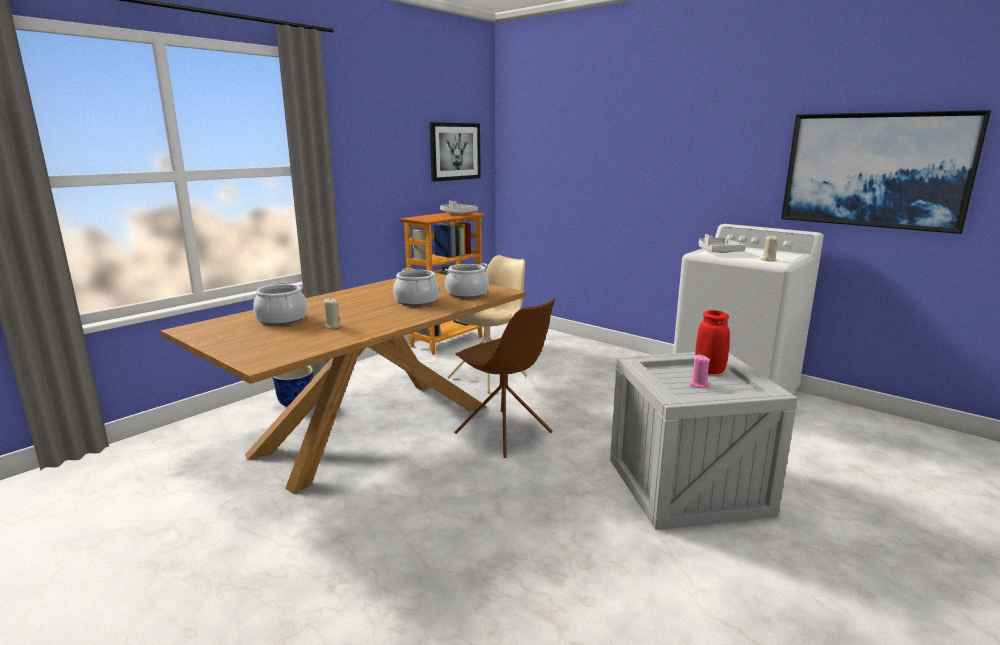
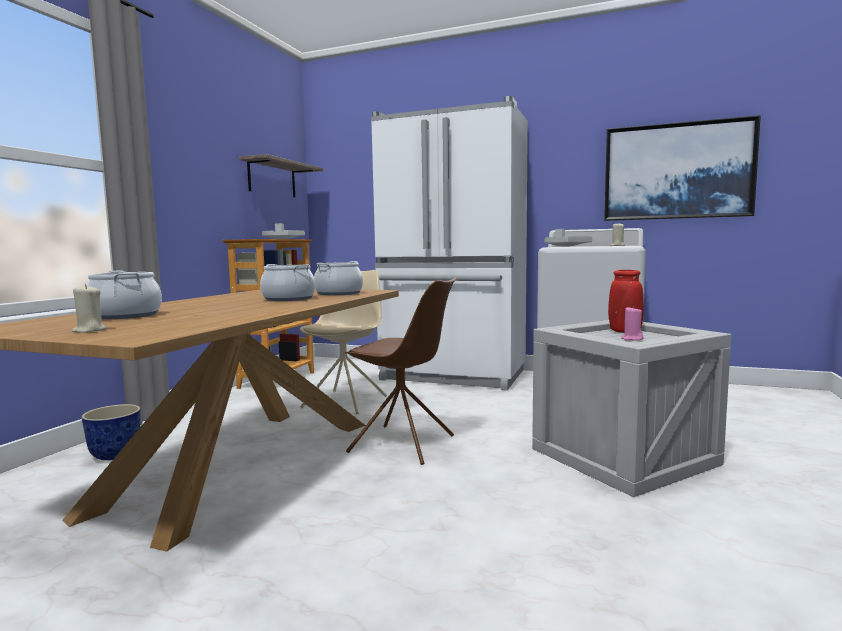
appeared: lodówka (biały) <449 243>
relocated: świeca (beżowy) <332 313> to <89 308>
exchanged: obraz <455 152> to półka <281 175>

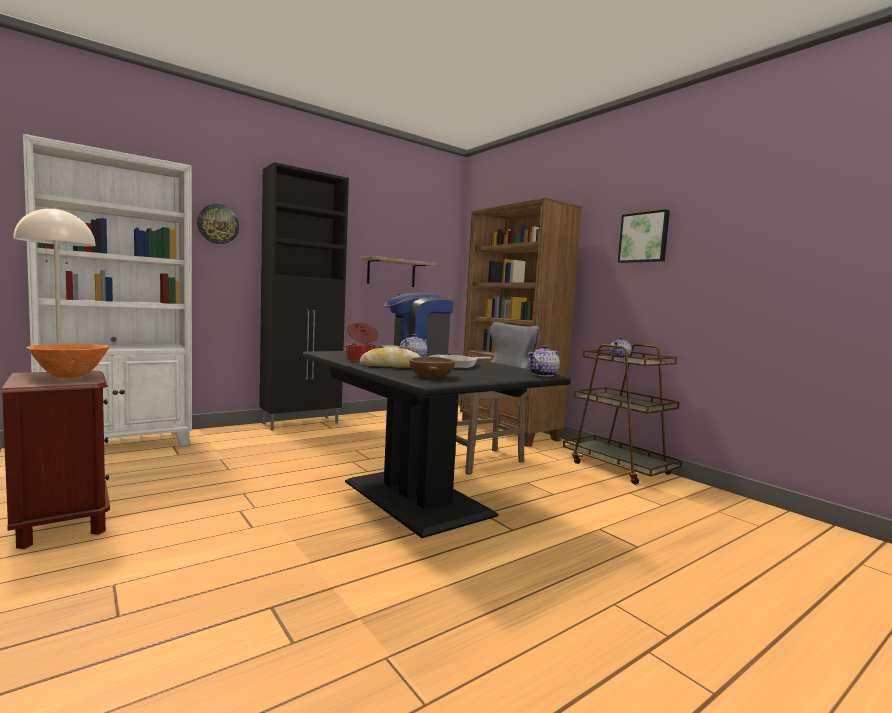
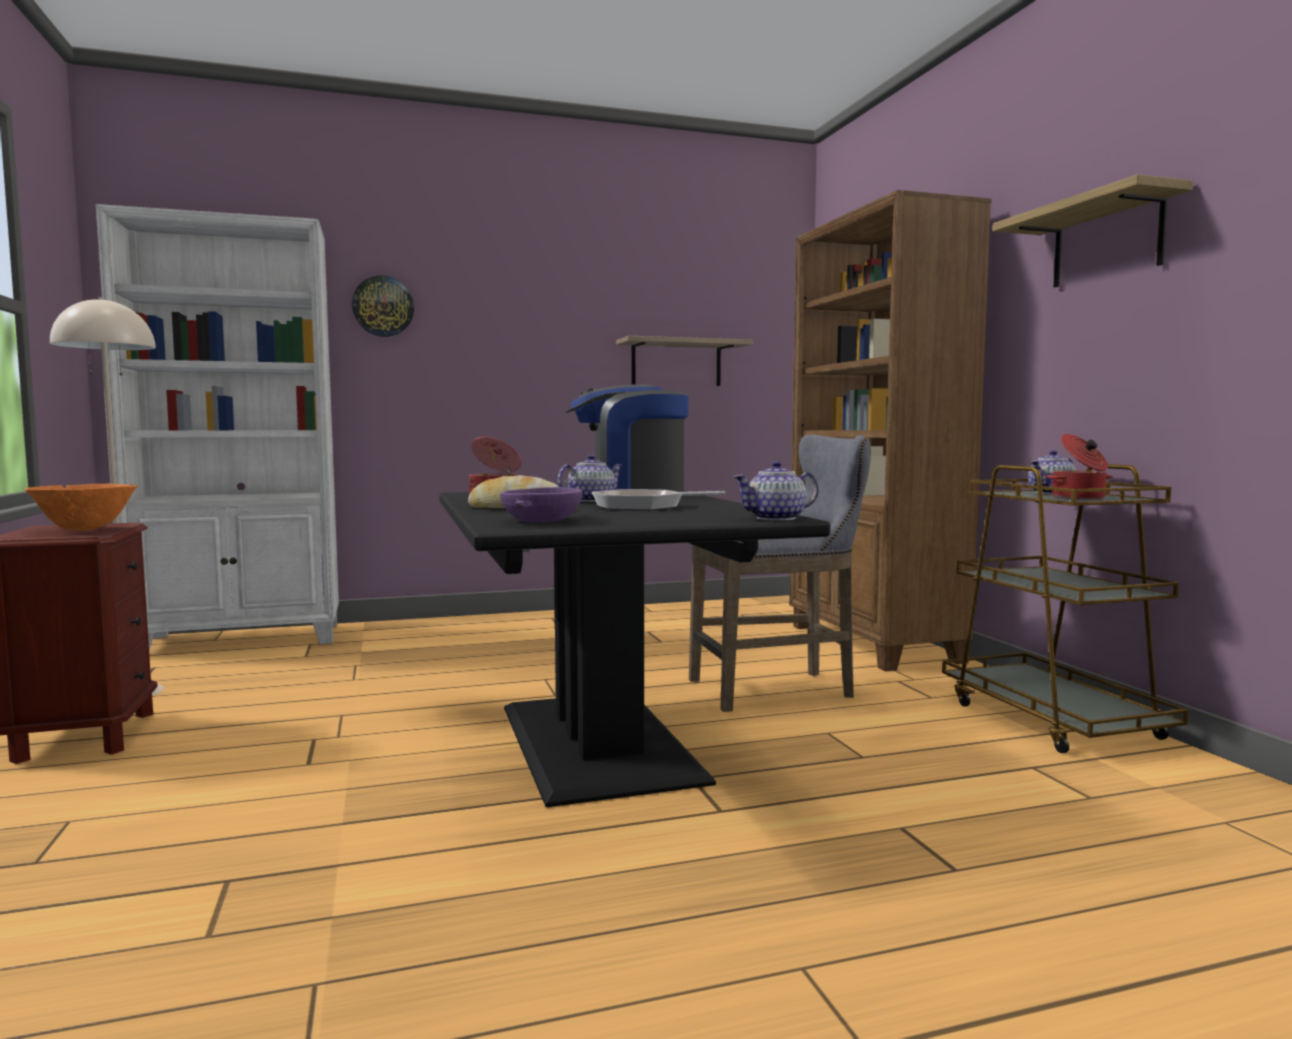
missing: szafka (czarny) <304 296>
appeared: garnek <1080 467>
exchanged: obraz <644 236> to półka <1093 230>
colour: miska (brązowy) <432 367> to miska (fioletowy) <541 504>

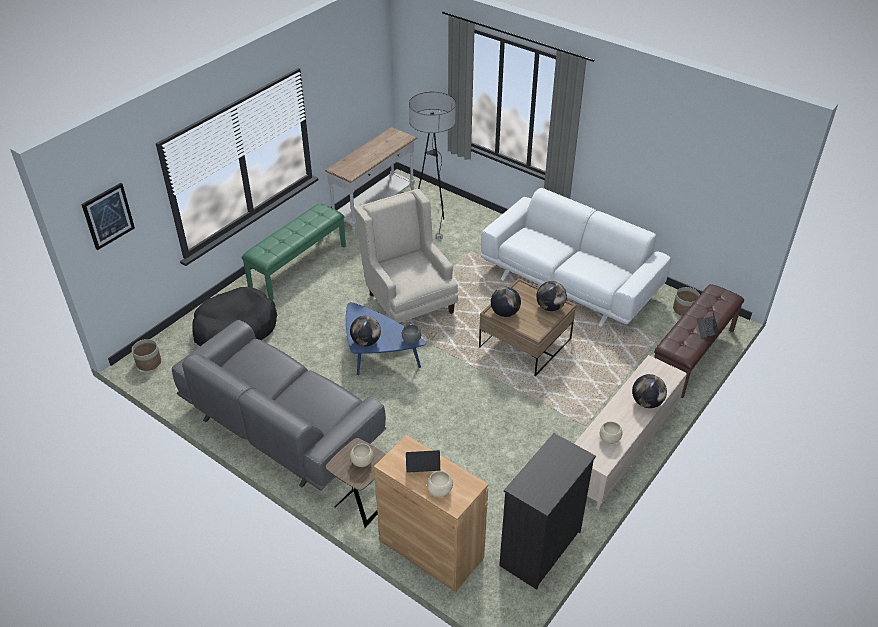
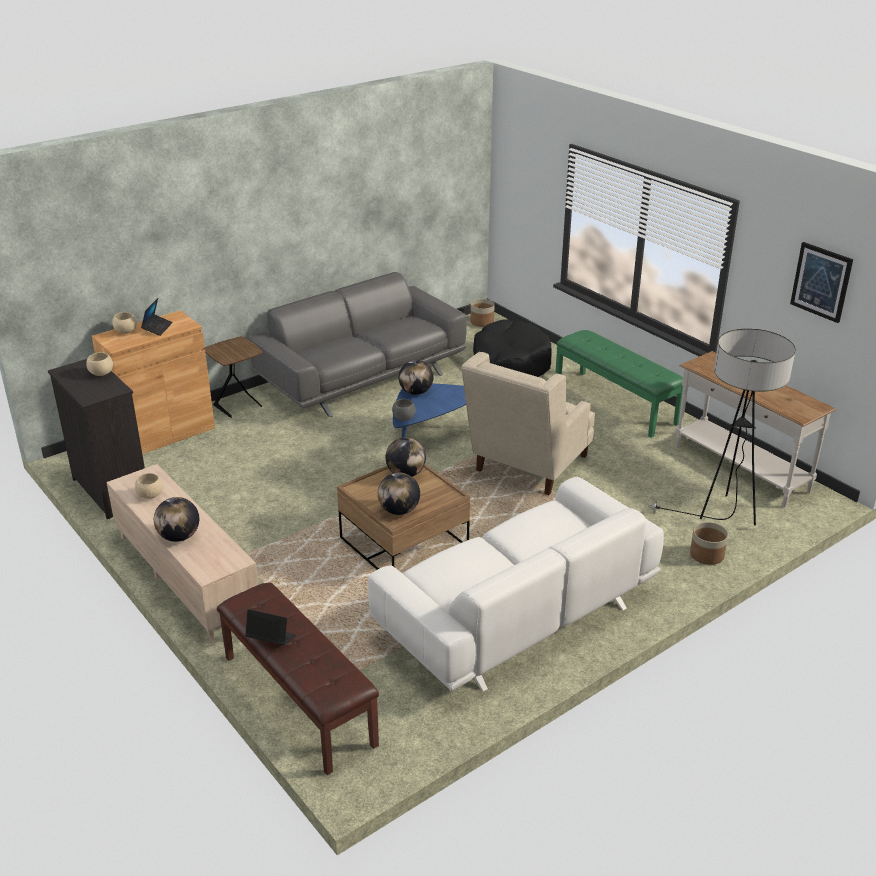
relocated: miska (beżowy) <362 455> to <99 364>; donica <686 301> to <709 543>; obraz <108 216> to <821 282>
spun: fotel (beżowy) <406 256> = <528 423> 135 degrees clockwise

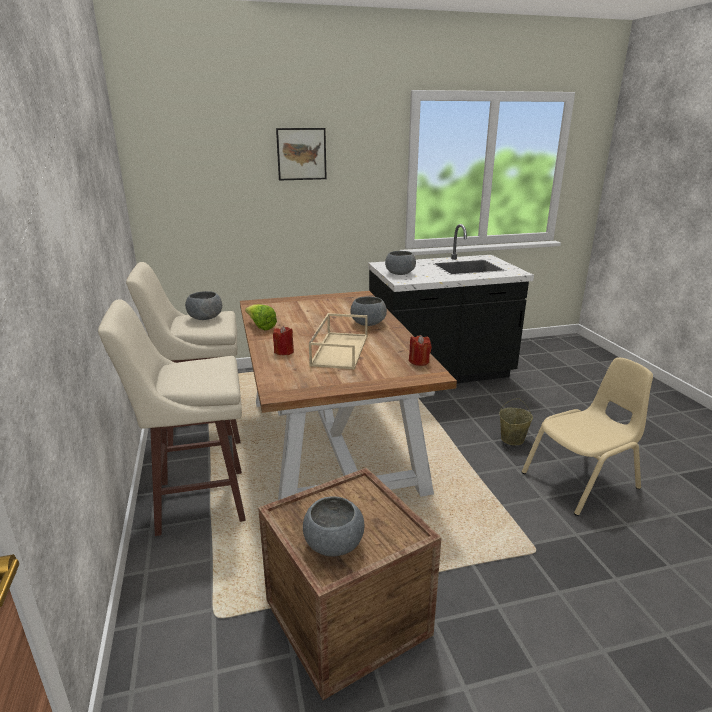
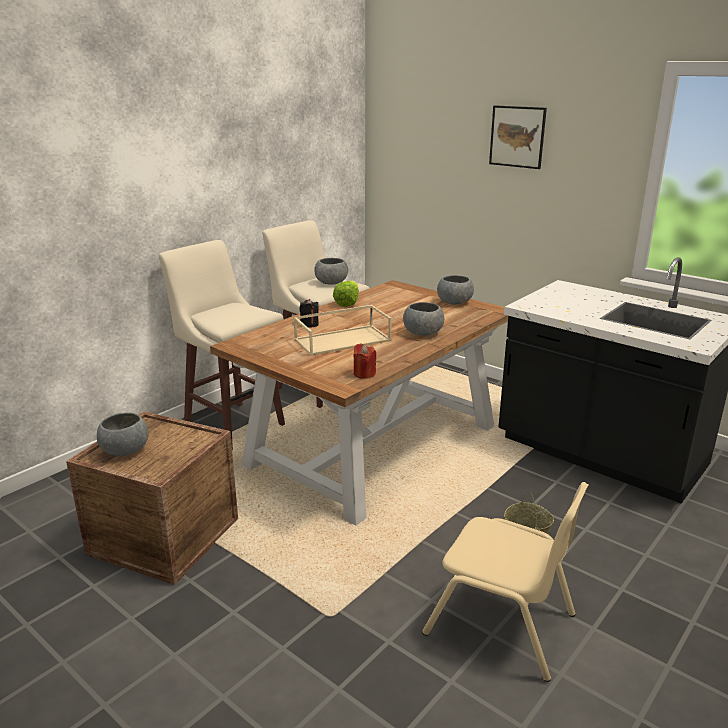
relocated: miska (szary) <400 263> to <455 289>
colour: świeca (czerwony) <283 340> to świeca (czarny) <309 313>

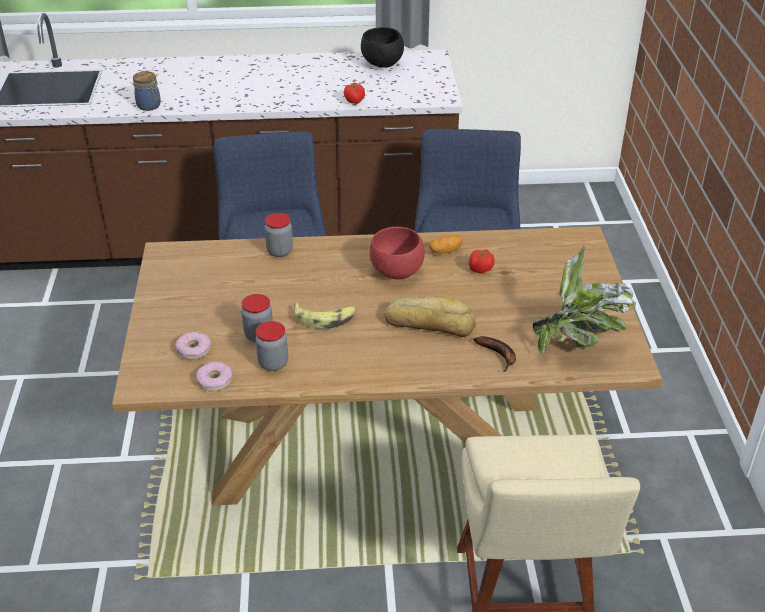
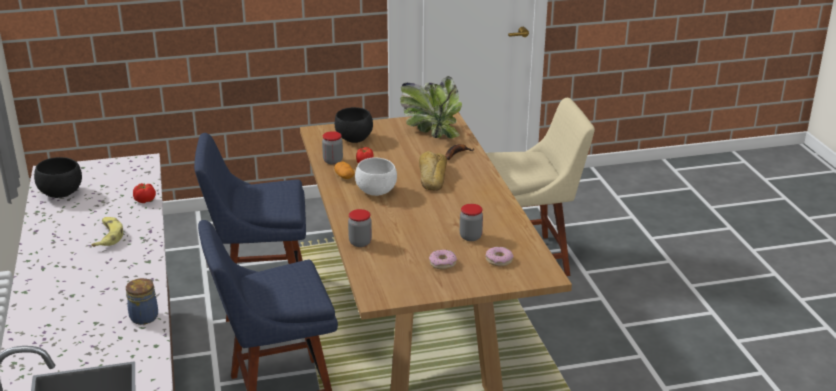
appeared: miska (czarny) <354 125>
relocated: banan <325 315> to <107 232>; słoik <271 346> to <332 148>; donut <214 376> to <443 259>
colour: miska (czerwony) <397 253> to miska (biały) <376 176>

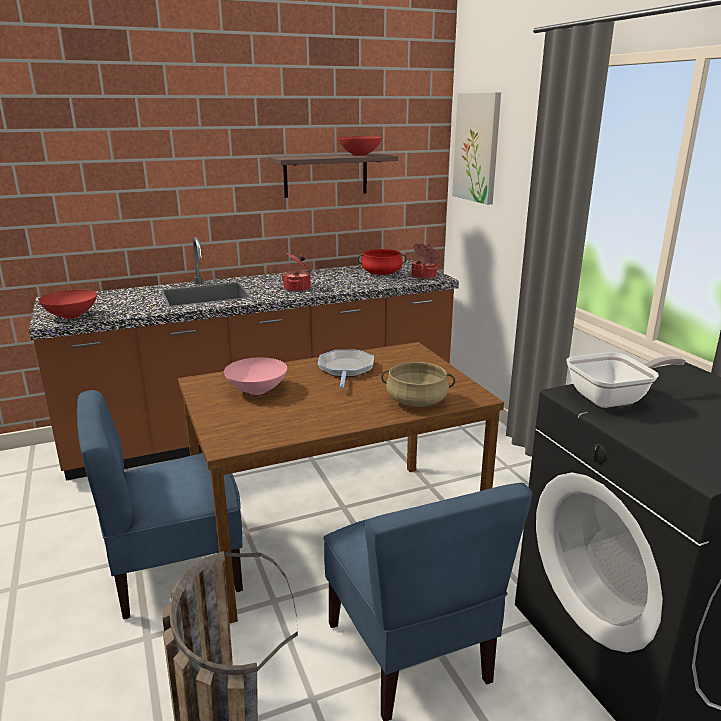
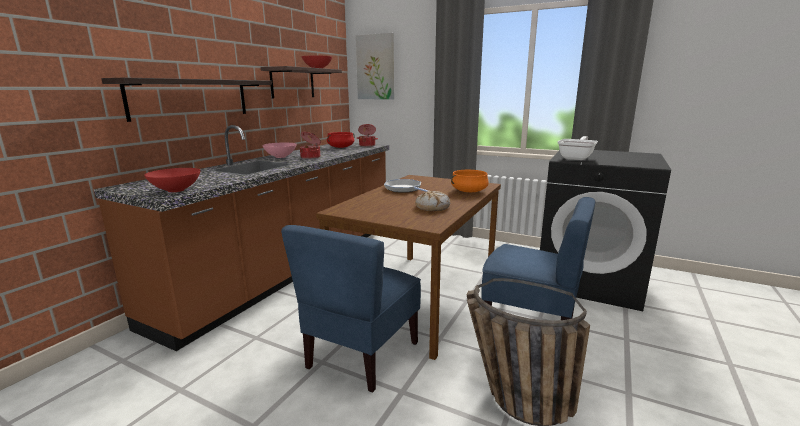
appeared: półka <186 100>; chleb <432 201>
relocated: miska (różowy) <255 376> to <279 150>
colour: garnek (beżowy) <418 384> to garnek (pomarańczowy) <470 181>

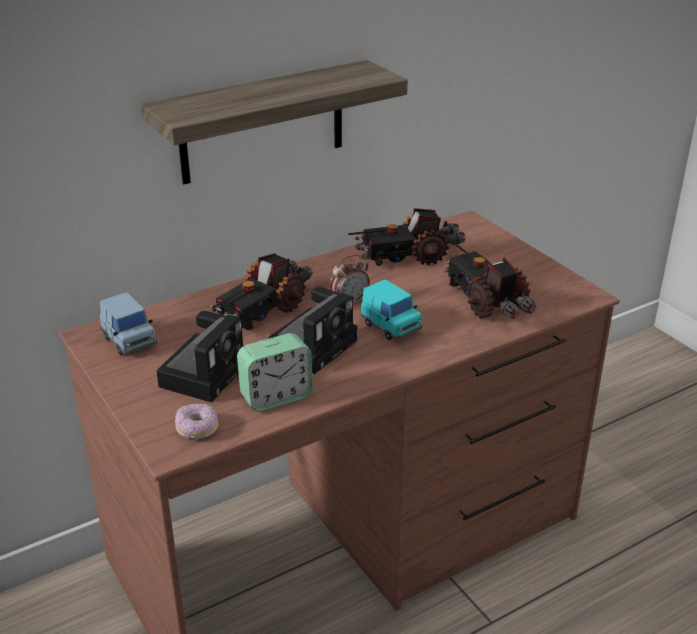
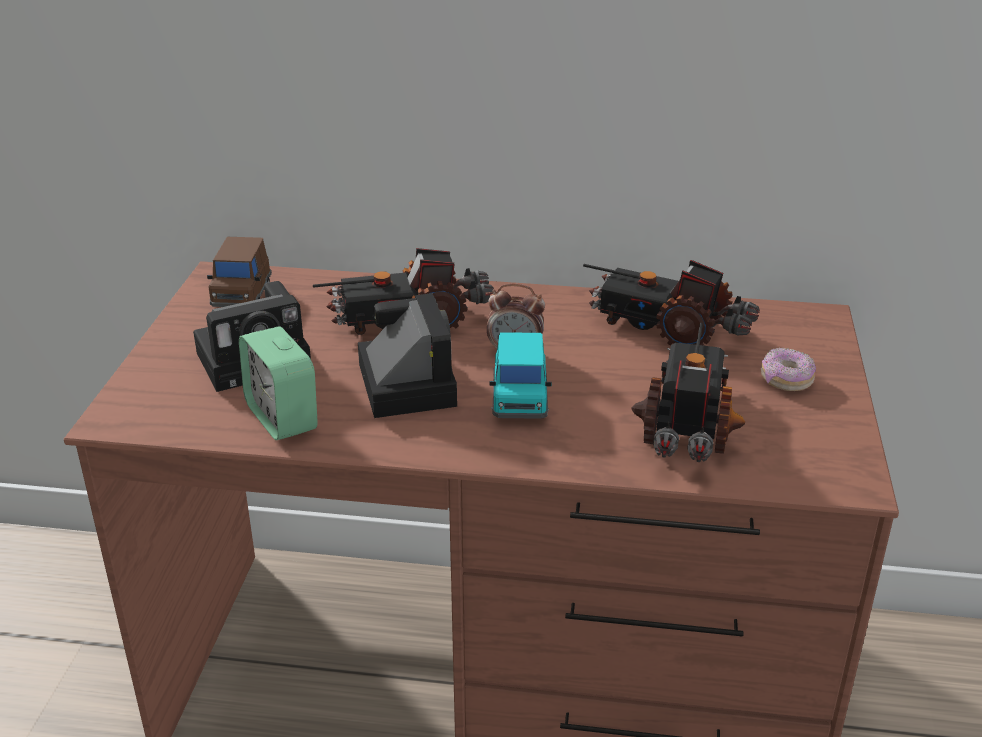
missing: półka <274 122>
relocated: donut <196 421> to <788 369>
colour: samochodzik (niebieski) <128 324> to samochodzik (brązowy) <239 272>
spun: budzik <275 372> = <278 383> 45 degrees clockwise; aparat fotograficzny <312 330> = <407 355> 90 degrees counterclockwise

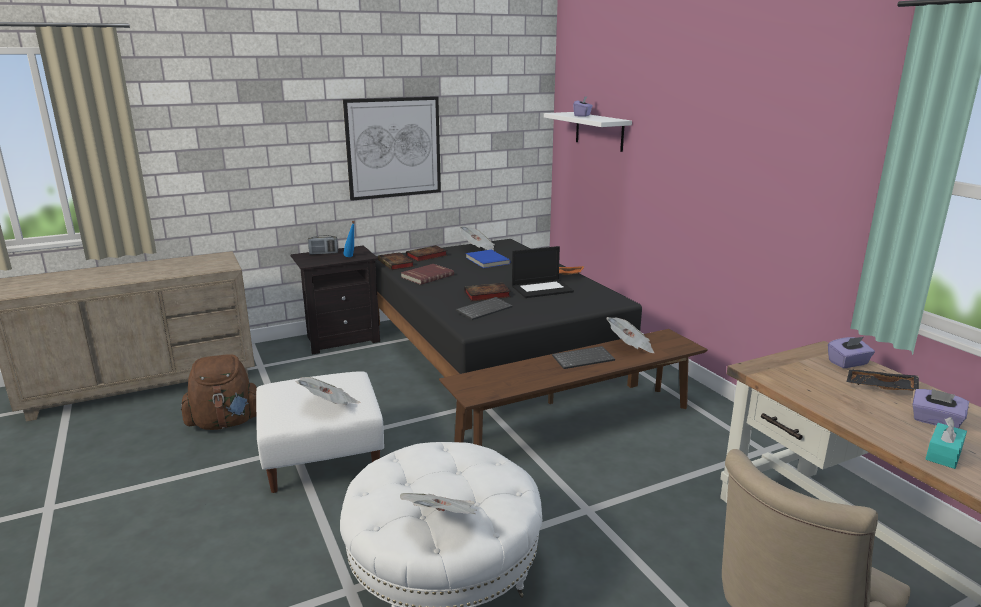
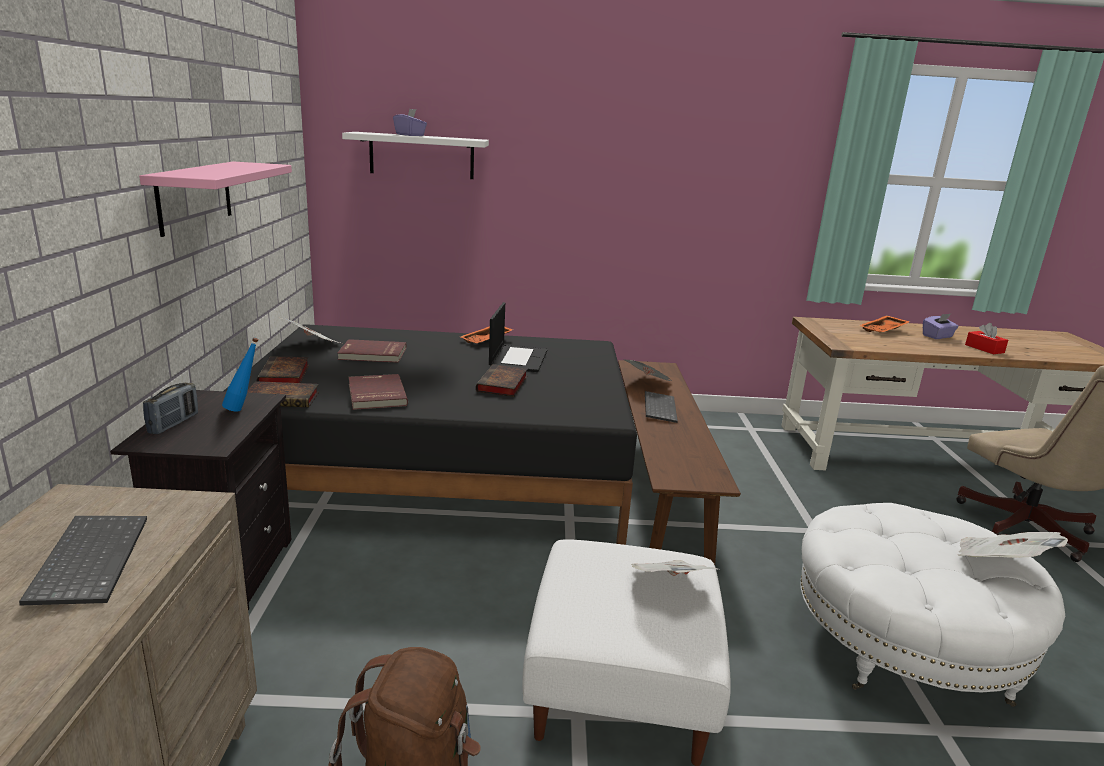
missing: pudełko chusteczek (fioletowy) <851 352>
relocated: klawiatura <484 308> to <83 560>
exchanged: obraz <392 148> to półka (różowy) <215 199>
colour: książka (niebieski) <488 259> to książka (czerwony) <371 351>; taca (czarny) <882 380> to taca (pomarańczowy) <884 324>; pudełko chusteczek (turkusowy) <946 443> to pudełko chusteczek (czerwony) <986 338>

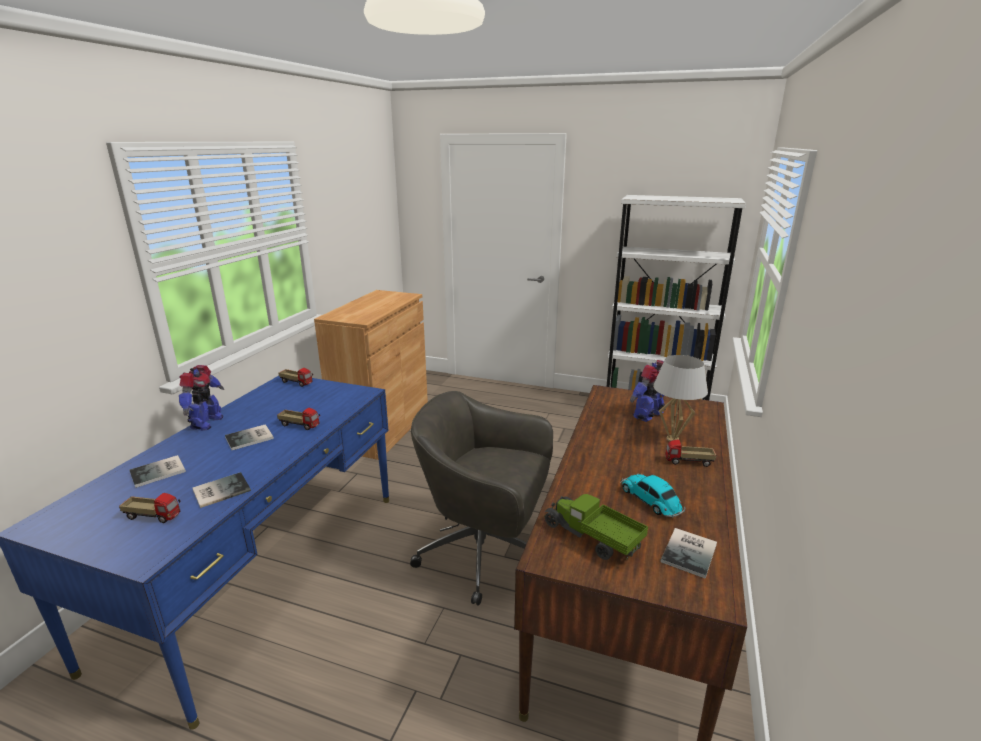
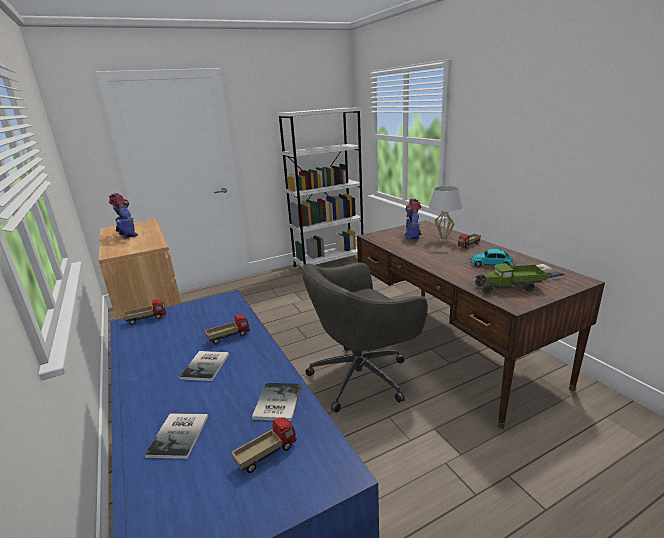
relocated: robot zabawkowy <201 398> to <123 216>

